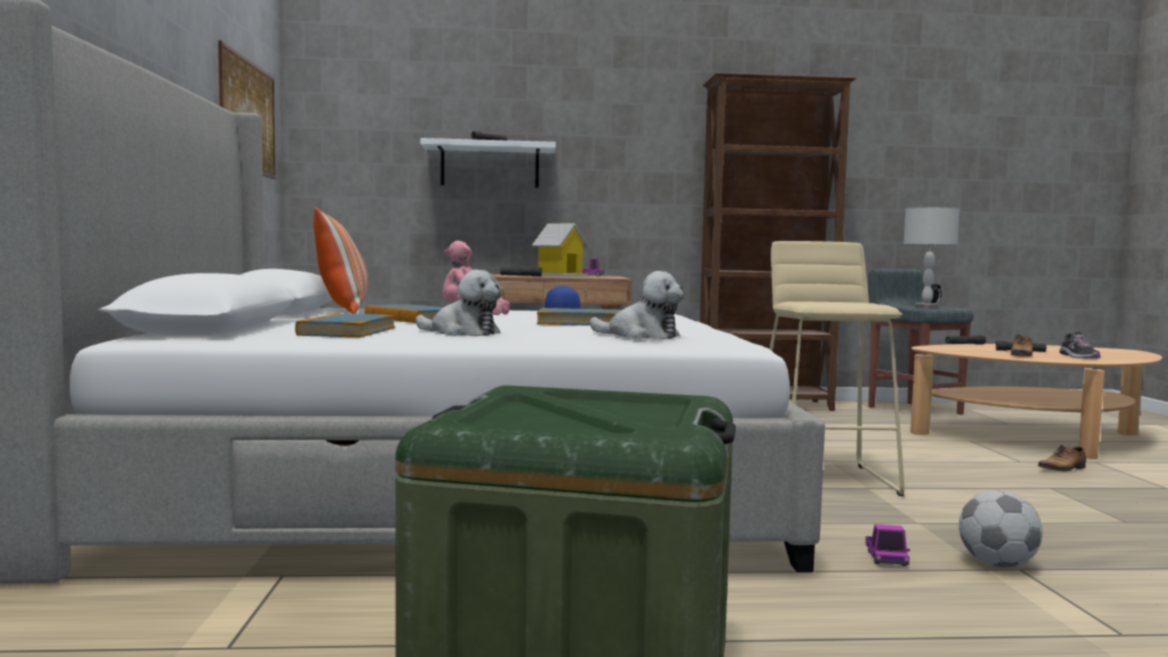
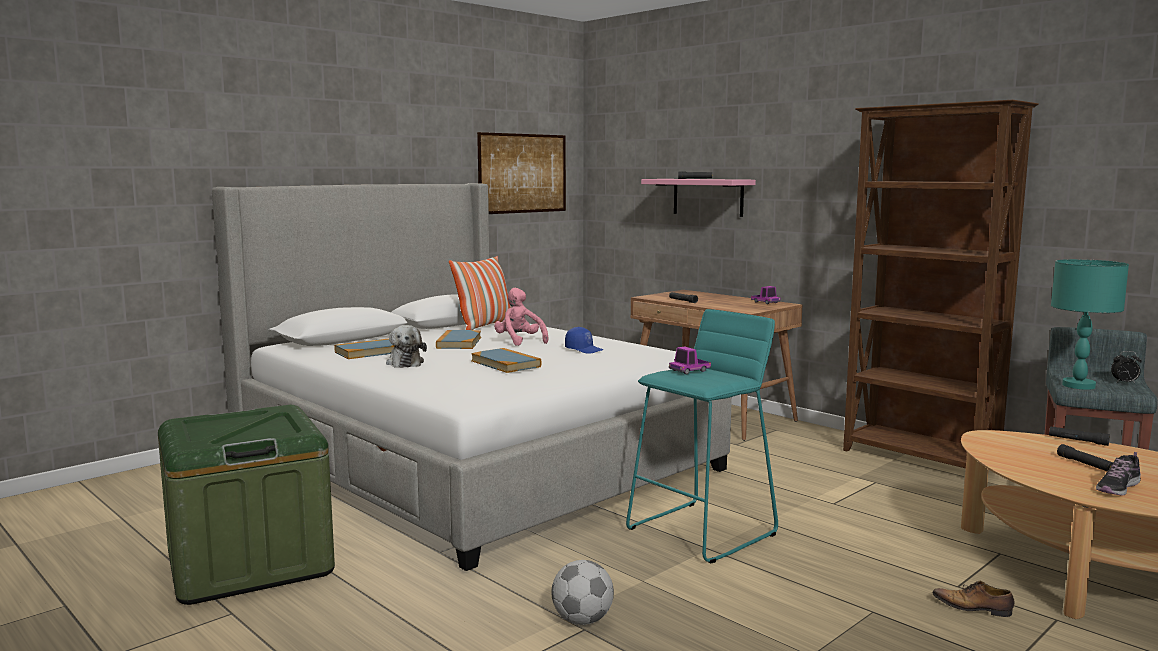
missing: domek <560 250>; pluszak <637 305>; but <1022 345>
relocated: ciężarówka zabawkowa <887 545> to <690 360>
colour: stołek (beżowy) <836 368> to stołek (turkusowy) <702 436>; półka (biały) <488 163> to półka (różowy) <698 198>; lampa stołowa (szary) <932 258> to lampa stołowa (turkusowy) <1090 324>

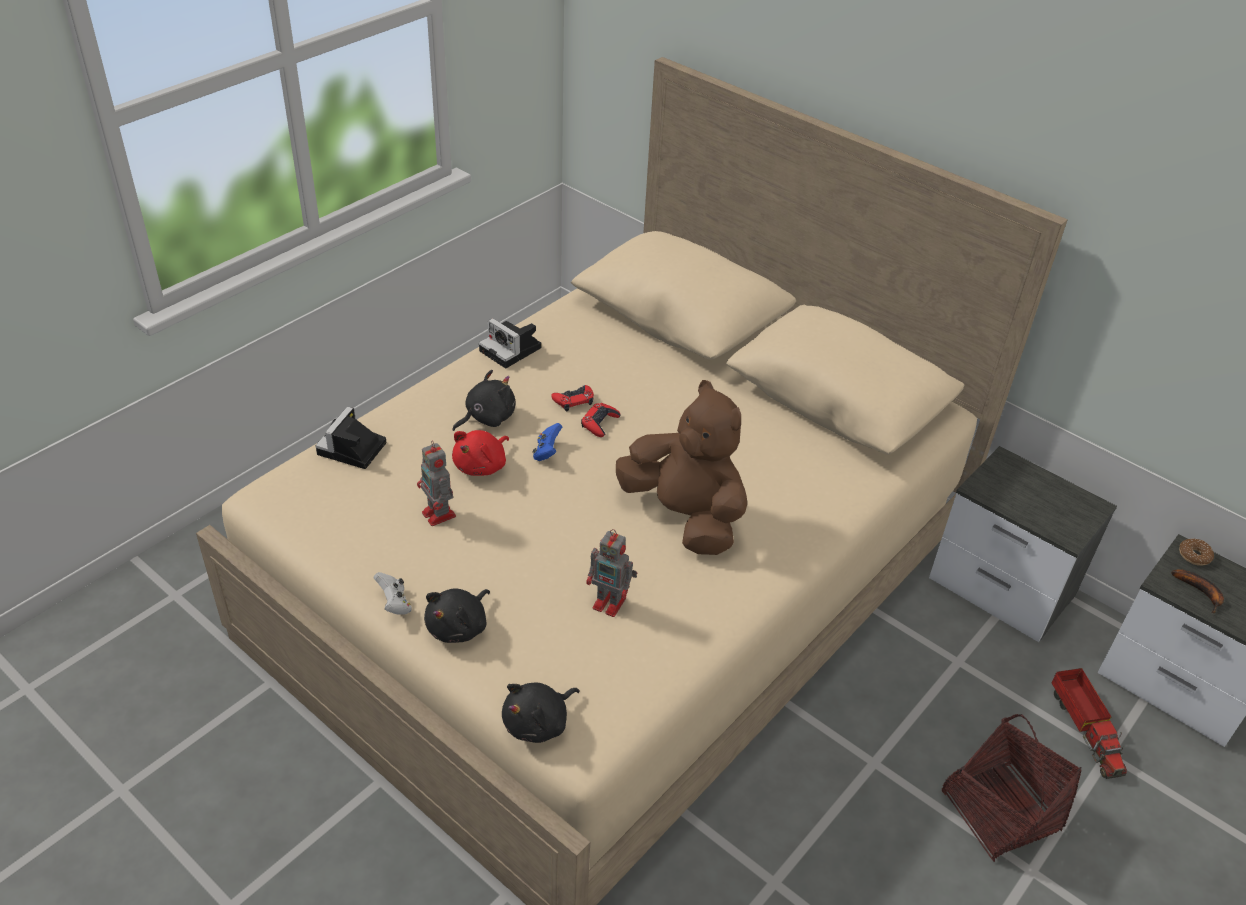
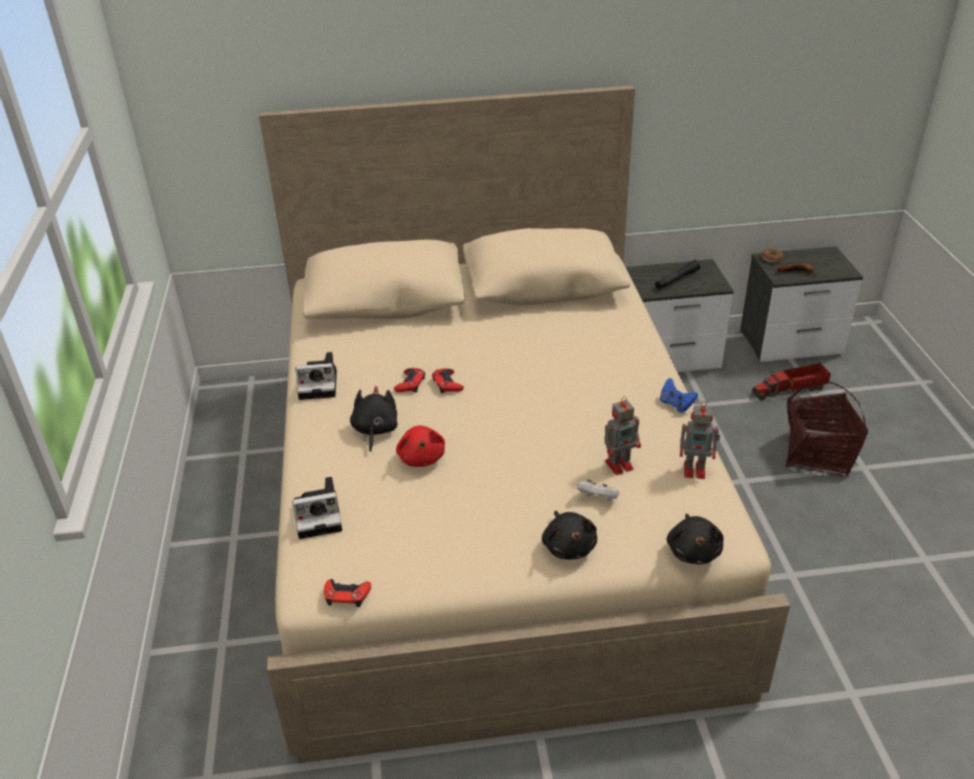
missing: pluszak (brązowy) <681 467>
appeared: pad do gier (czerwony) <347 593>; latarka (czarny) <678 274>
relocated: pad do gier (biały) <393 593> to <598 490>; pad do gier (niebieski) <547 442> to <679 395>; robot zabawkowy <436 483> to <700 440>
spun: aparat fotograficzny <350 438> = <317 508> 75 degrees counterclockwise; ciężarówka zabawkowa <1089 723> = <791 382> 135 degrees clockwise

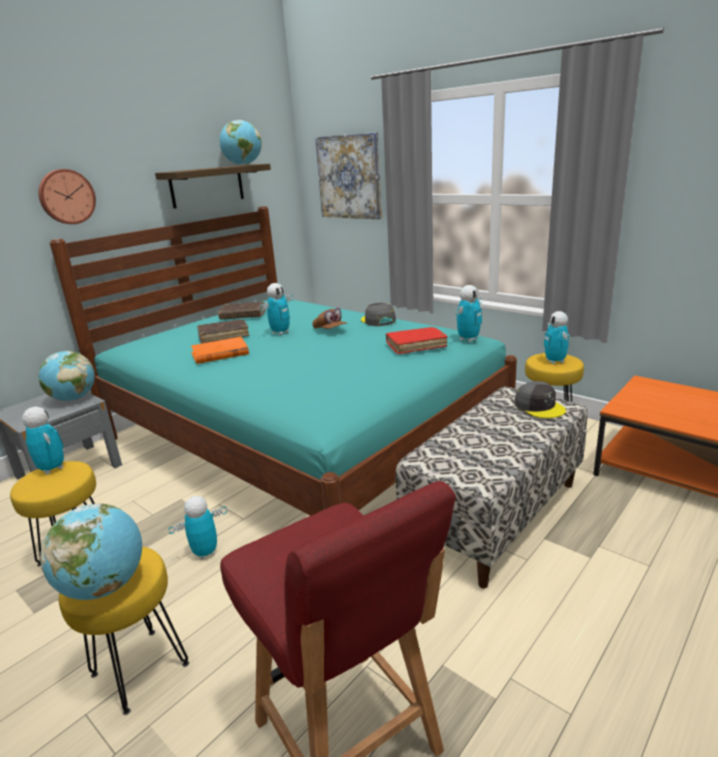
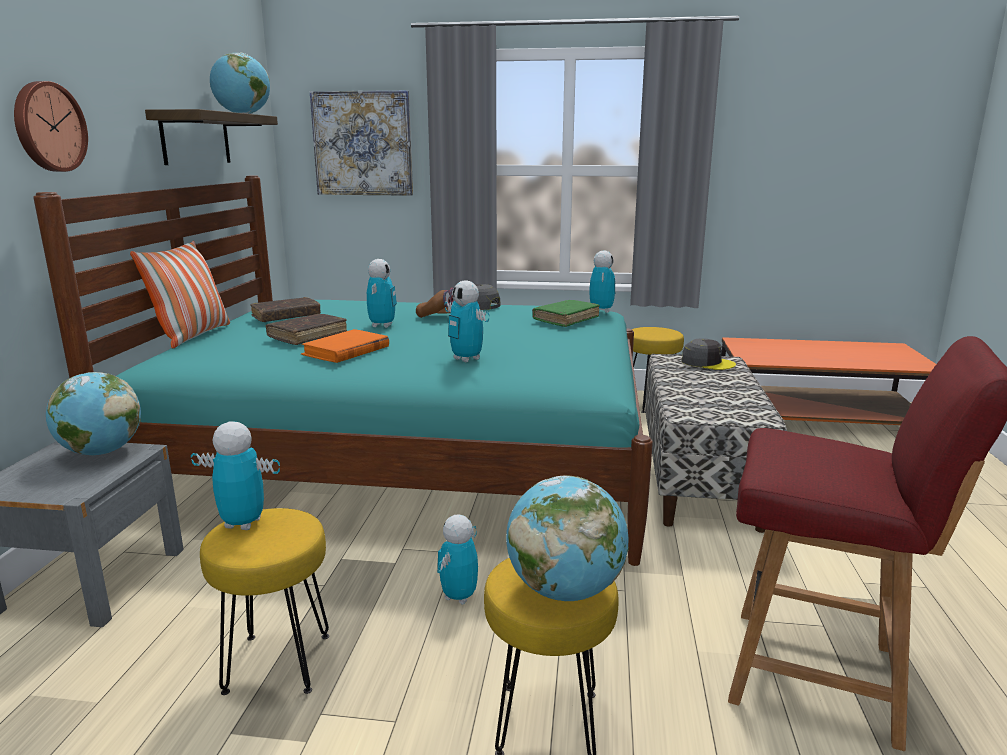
appeared: poduszka <180 294>
relocated: robot zabawkowy <557 337> to <467 321>
colour: książka (czerwony) <417 340> to książka (zielony) <566 313>

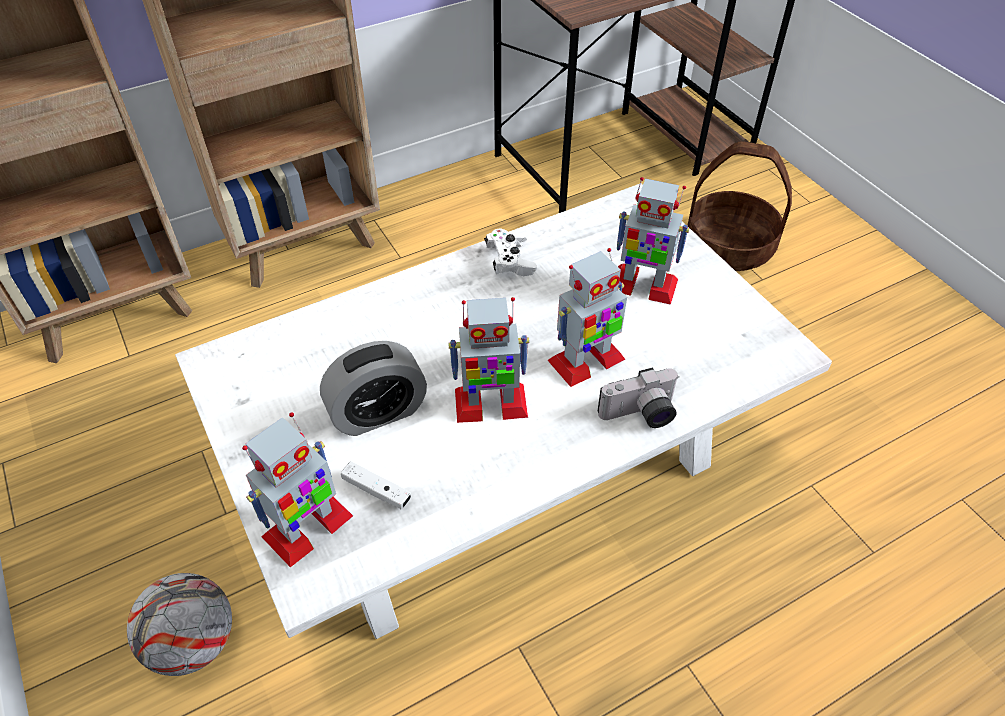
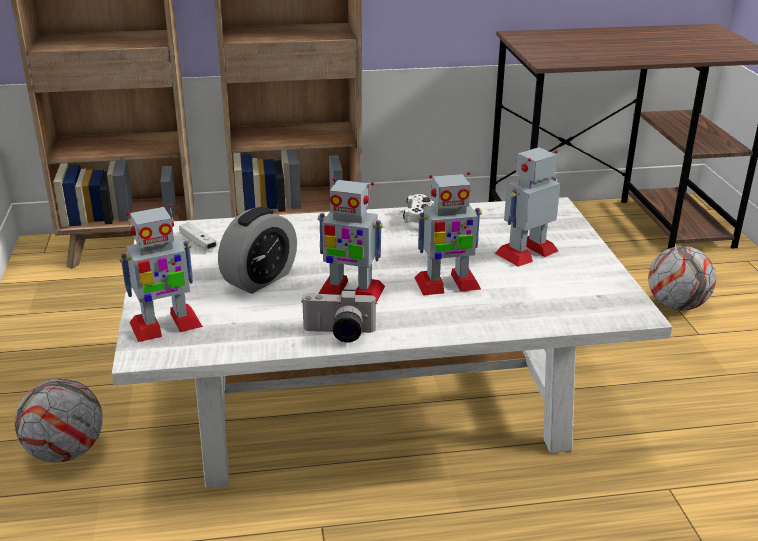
relocated: pad do gier (biały) <376 485> to <198 236>; aparat fotograficzny <638 397> to <339 316>
exchanged: koszyk <740 206> to piłka futbolowa <682 278>
spun: budzik <373 388> = <257 250> 45 degrees counterclockwise; robot zabawkowy <653 241> = <528 207> 105 degrees clockwise

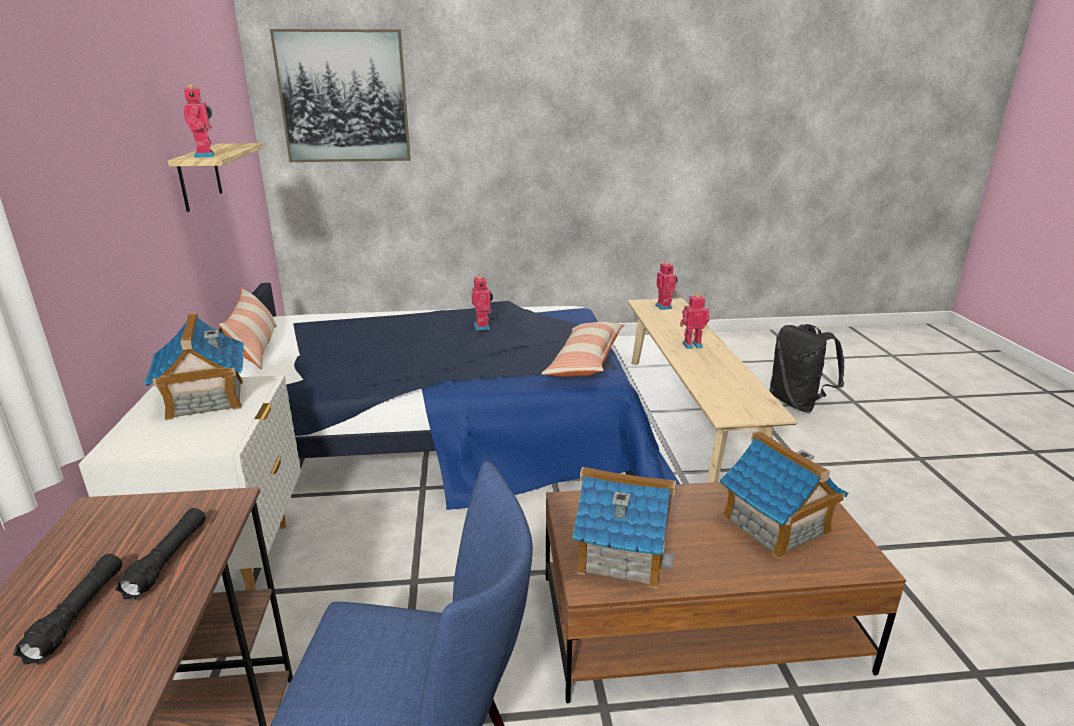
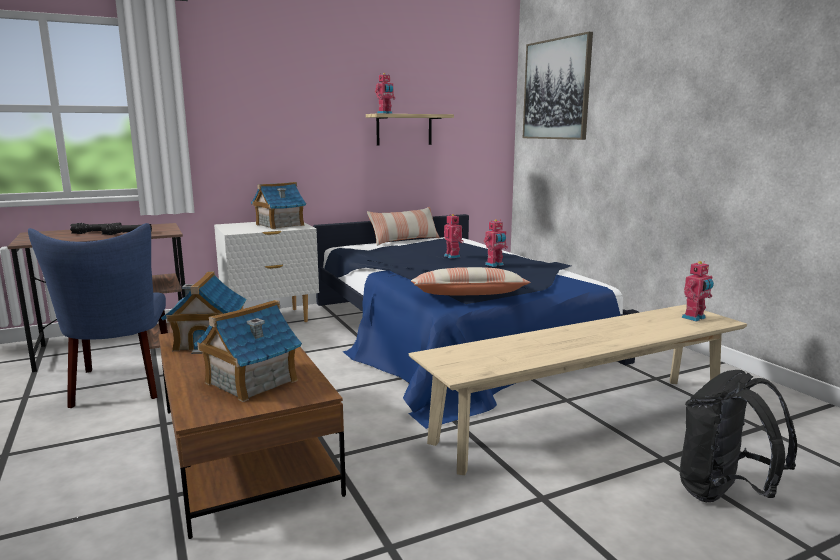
relocated: robot zabawkowy <695 321> to <454 236>

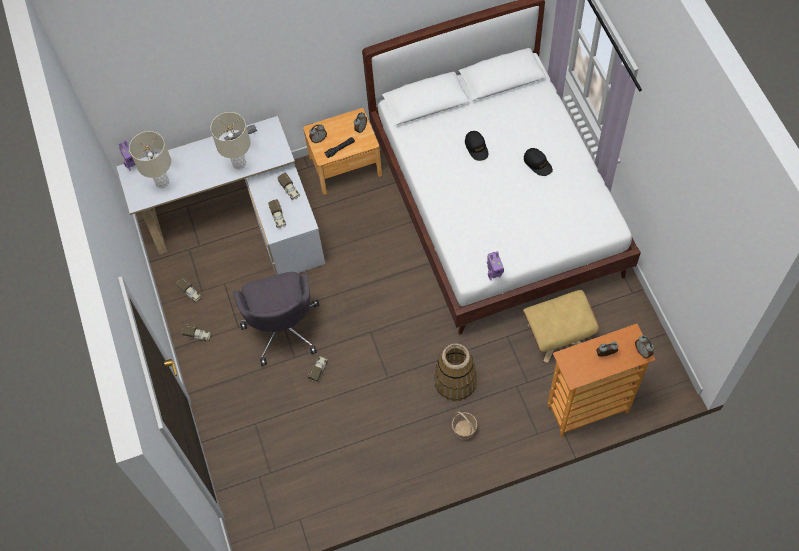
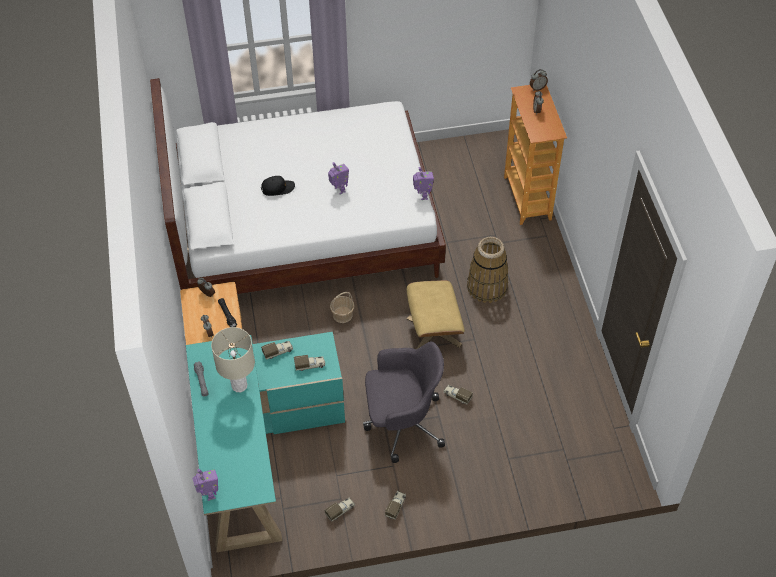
missing: lampa stołowa (beżowy) <150 159>; czapka z daszkiem (czarny) <538 162>
appeared: robot zabawkowy <338 178>
relocated: koszyk <465 425> to <342 307>; pufa (beżowy) <561 326> to <436 314>
colour: biurko (biały) <220 195> to biurko (turkusowy) <265 442>

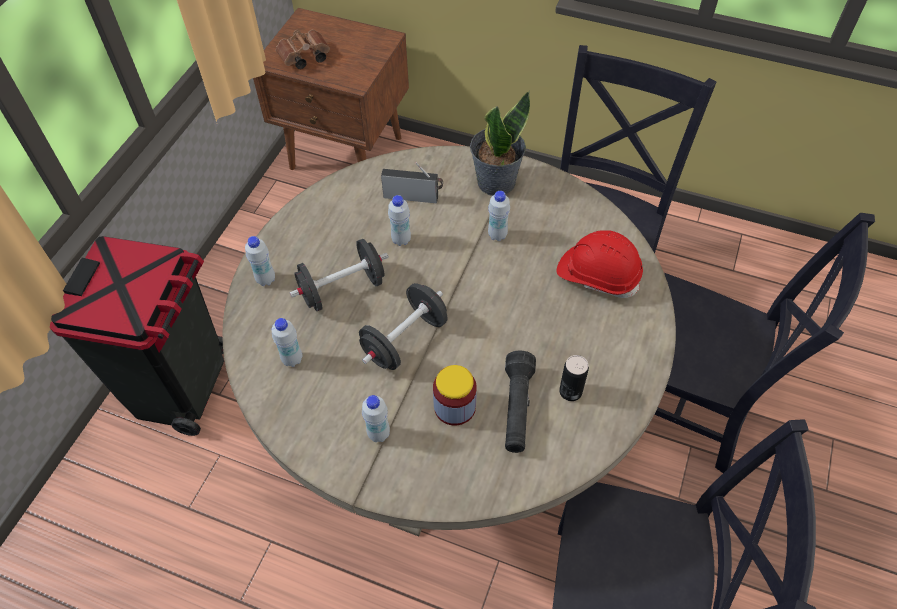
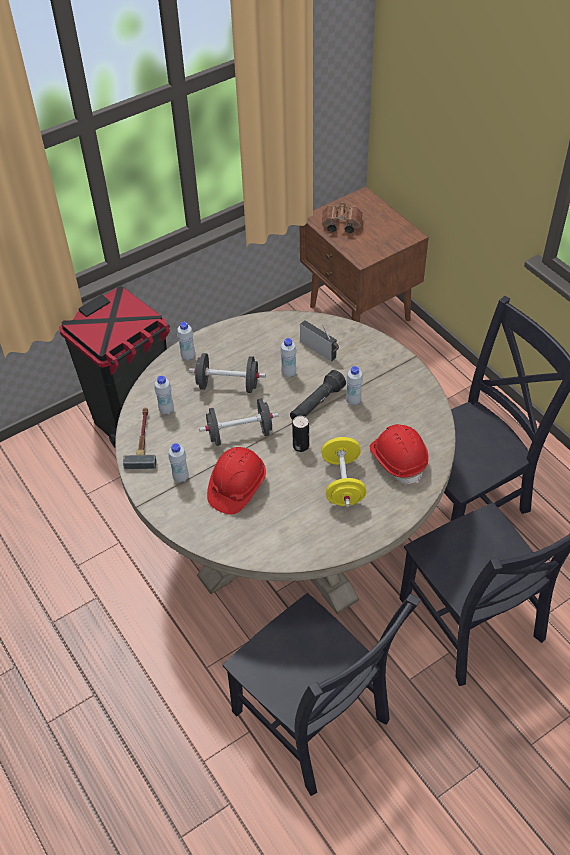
missing: roślina doniczkowa <500 143>
appeared: młotek <139 438>; hantel (żółty) <343 472>
relocated: latarka (czarny) <520 402> to <318 395>; puszka <574 378> to <300 434>
exchanged: słoik <455 395> to kask (czerwony) <236 481>

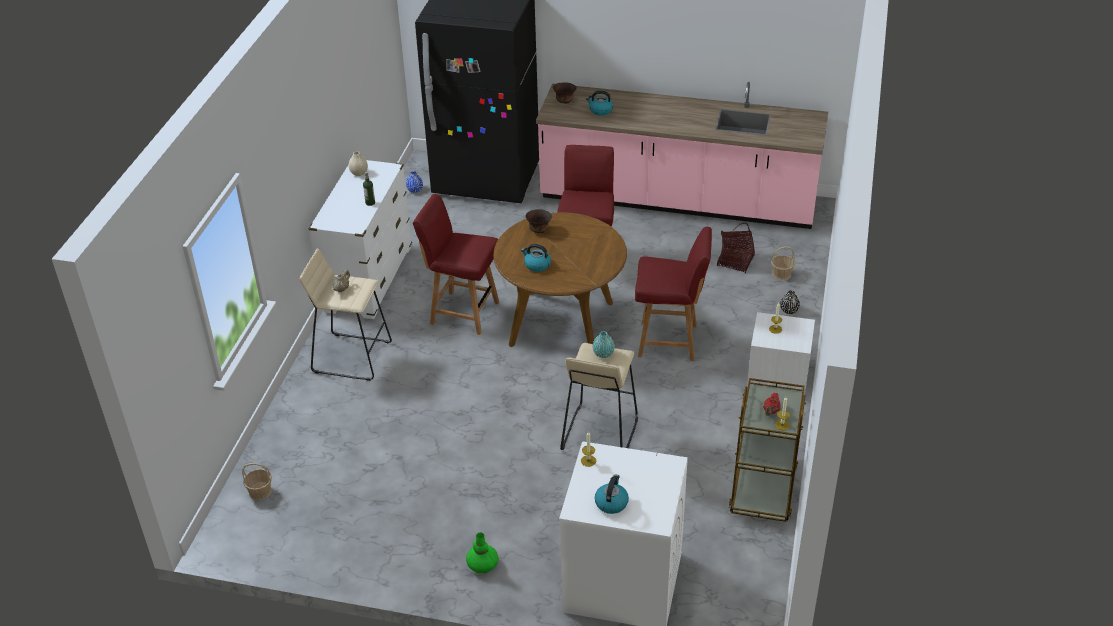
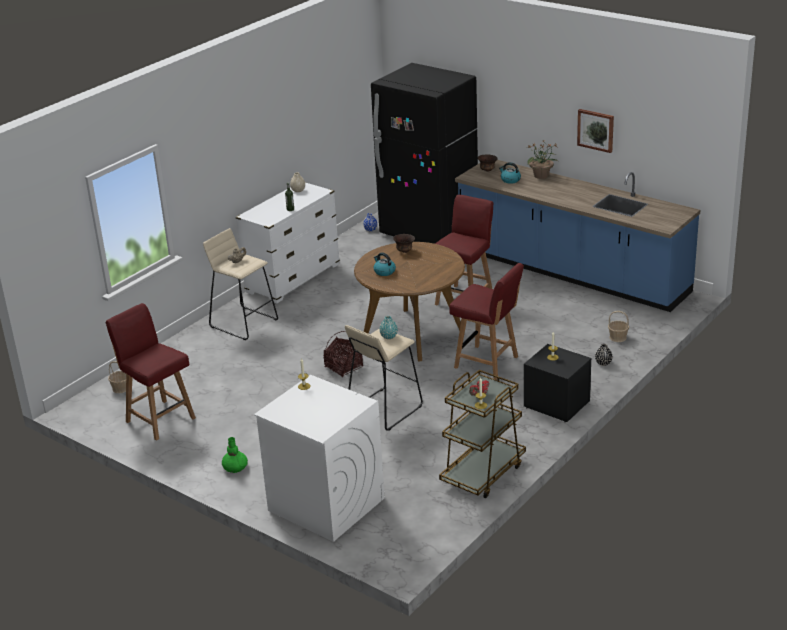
missing: czajnik <612 494>
appeared: roślina doniczkowa <543 159>; obraz <595 131>
relocated: krzesło (czerwony) <456 264> to <150 372>; koszyk <736 248> to <343 354>
colour: zabudowa kuchenna (różowy) <682 155> to zabudowa kuchenna (niebieski) <577 236>; szafka nocna (biały) <781 353> to szafka nocna (czarny) <557 383>

